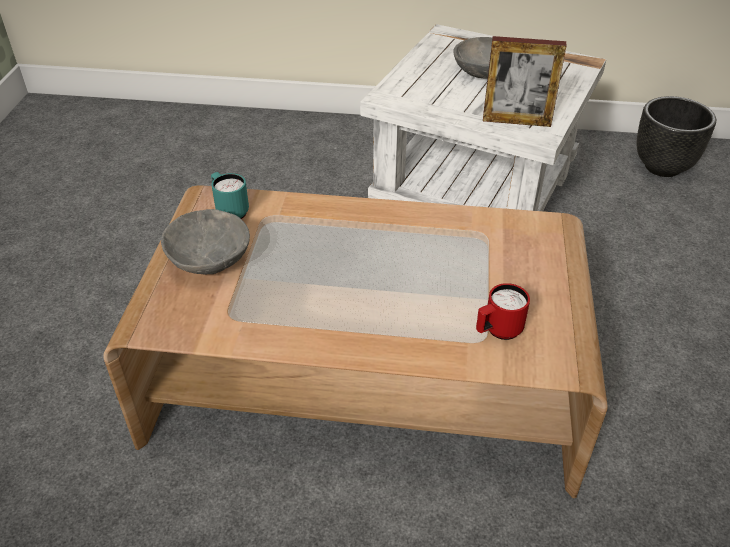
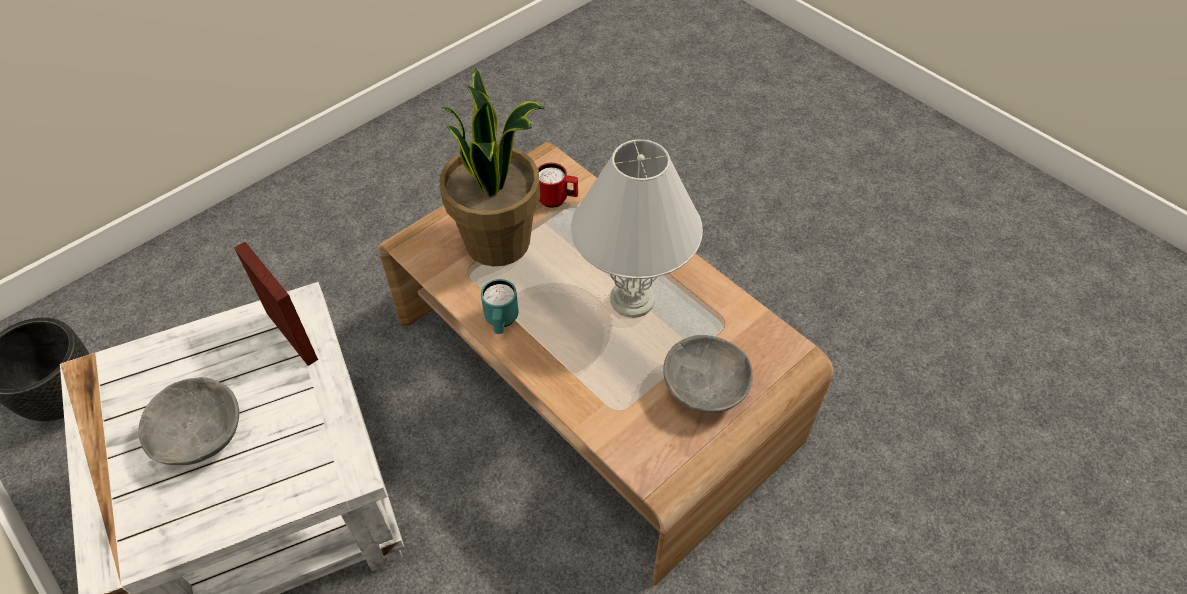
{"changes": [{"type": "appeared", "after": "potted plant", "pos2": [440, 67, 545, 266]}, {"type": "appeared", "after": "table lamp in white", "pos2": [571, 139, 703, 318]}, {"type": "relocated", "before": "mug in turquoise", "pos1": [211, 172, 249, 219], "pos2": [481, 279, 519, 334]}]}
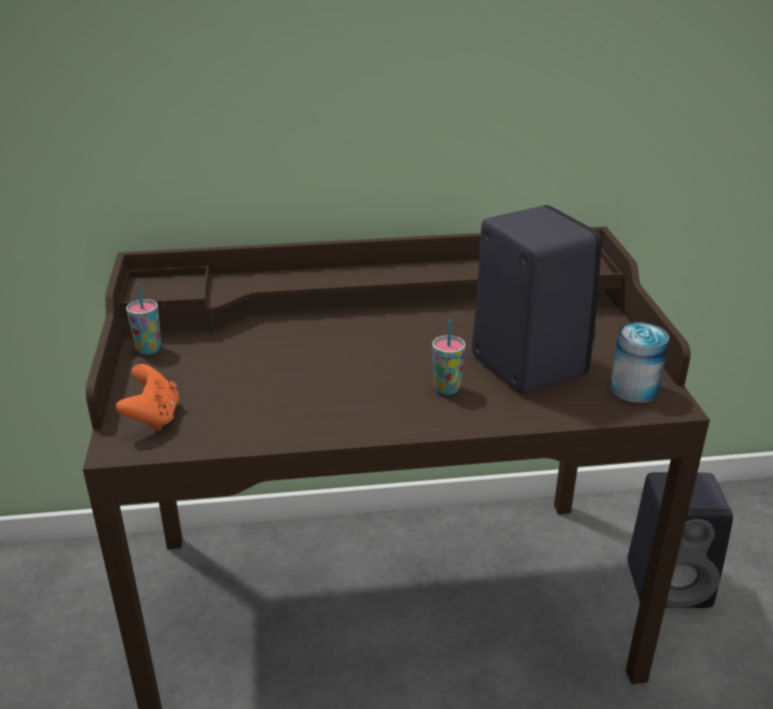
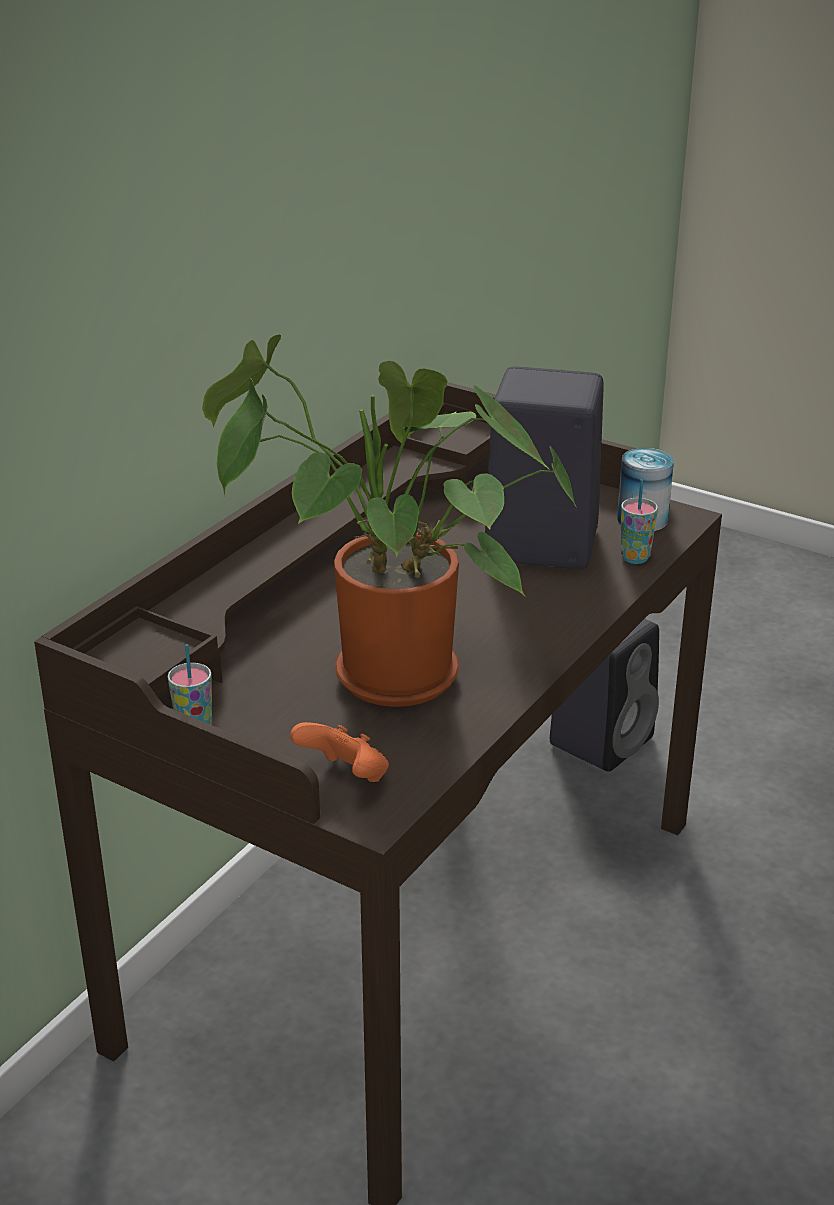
{"changes": [{"type": "appeared", "after": "potted plant", "pos2": [202, 334, 577, 707]}, {"type": "relocated", "before": "cup", "pos1": [432, 320, 466, 395], "pos2": [621, 479, 658, 564]}]}
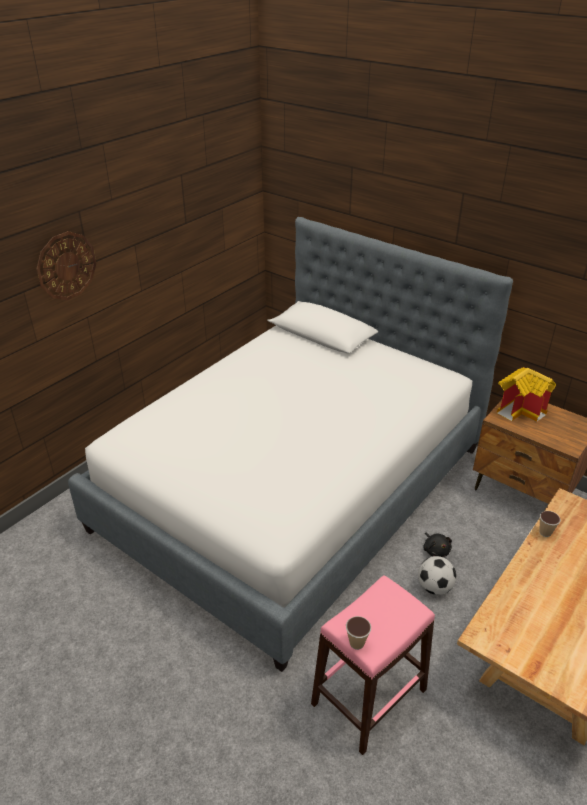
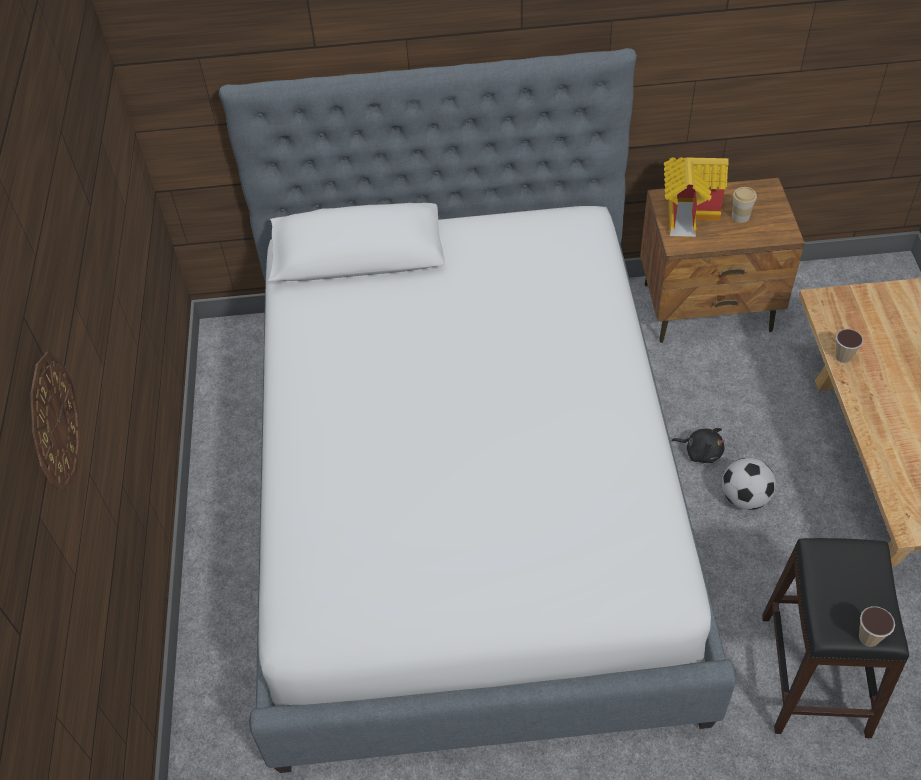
{"changes": [{"type": "appeared", "after": "cup", "pos2": [732, 187, 757, 223]}, {"type": "colour", "before": "stool in pink", "after": "stool in black", "pos1": [311, 575, 435, 755], "pos2": [762, 538, 909, 738]}]}
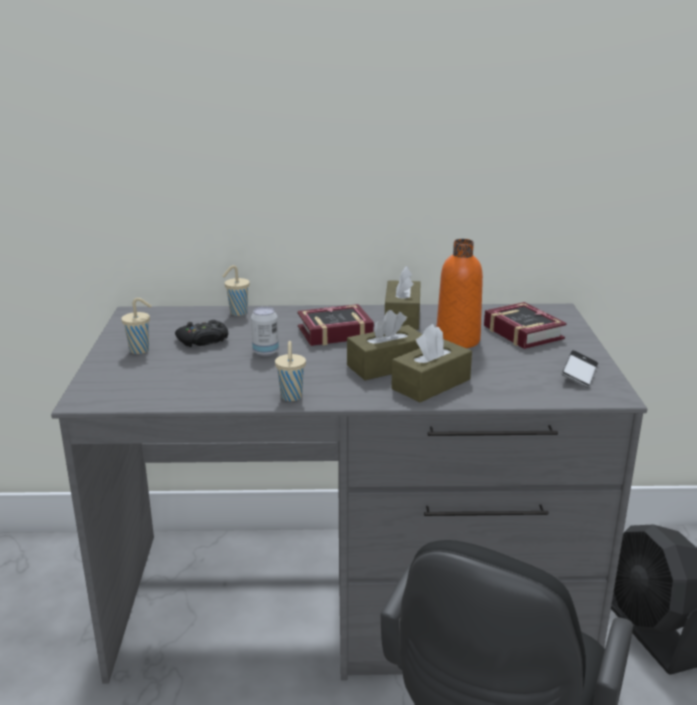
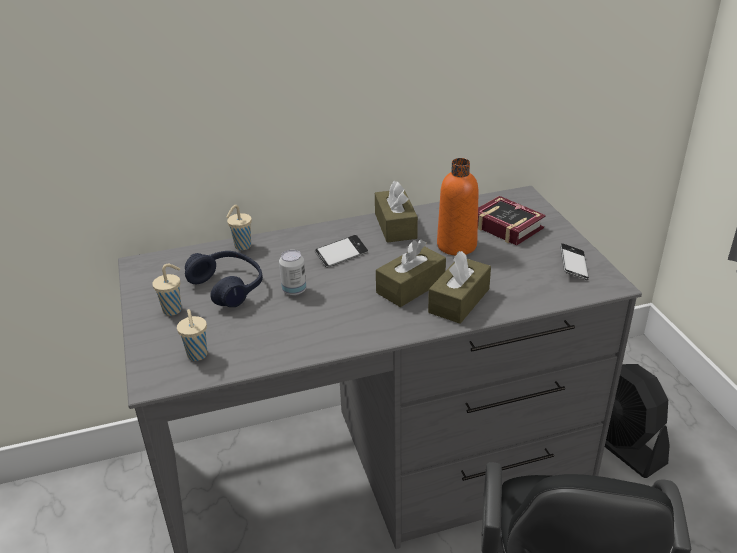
{"changes": [{"type": "relocated", "before": "cup in beige", "pos1": [275, 341, 306, 401], "pos2": [177, 309, 207, 361]}, {"type": "exchanged", "before": "game controller in black", "after": "headphones in blue", "pos1": [175, 320, 228, 347], "pos2": [185, 251, 263, 307]}, {"type": "exchanged", "before": "book", "after": "phone", "pos1": [297, 304, 374, 346], "pos2": [315, 235, 368, 268]}]}
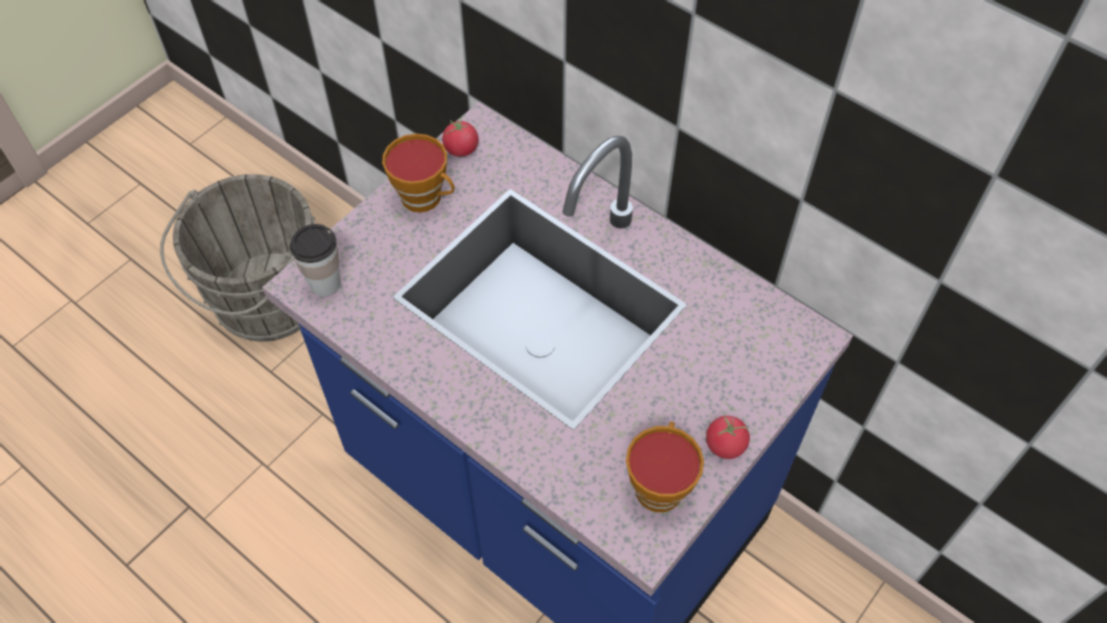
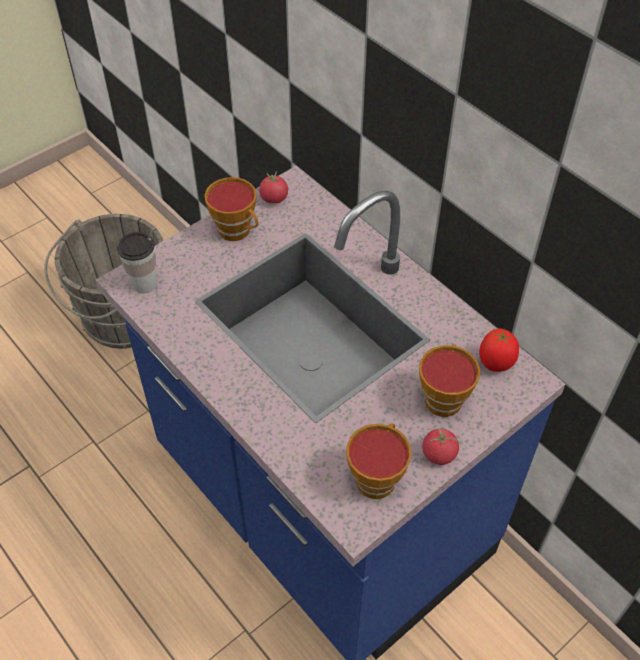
{"changes": [{"type": "appeared", "after": "cup", "pos2": [419, 344, 480, 417]}, {"type": "appeared", "after": "tomato", "pos2": [479, 328, 519, 372]}]}
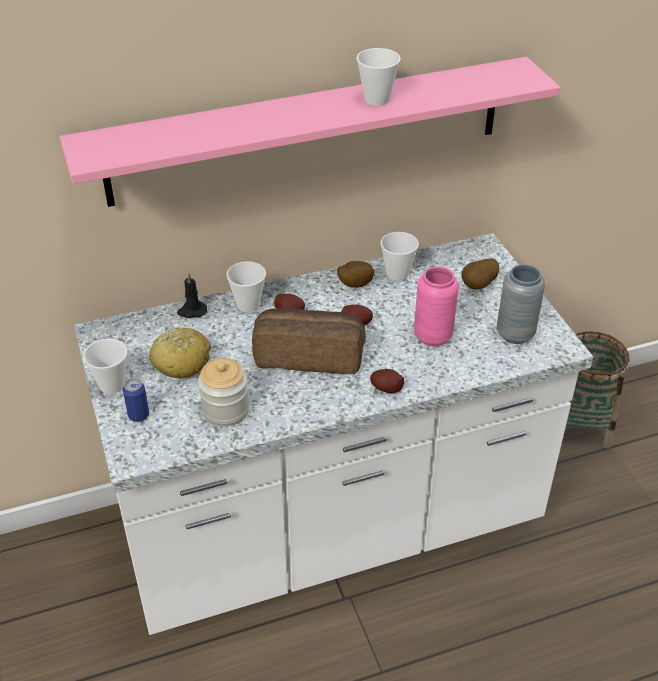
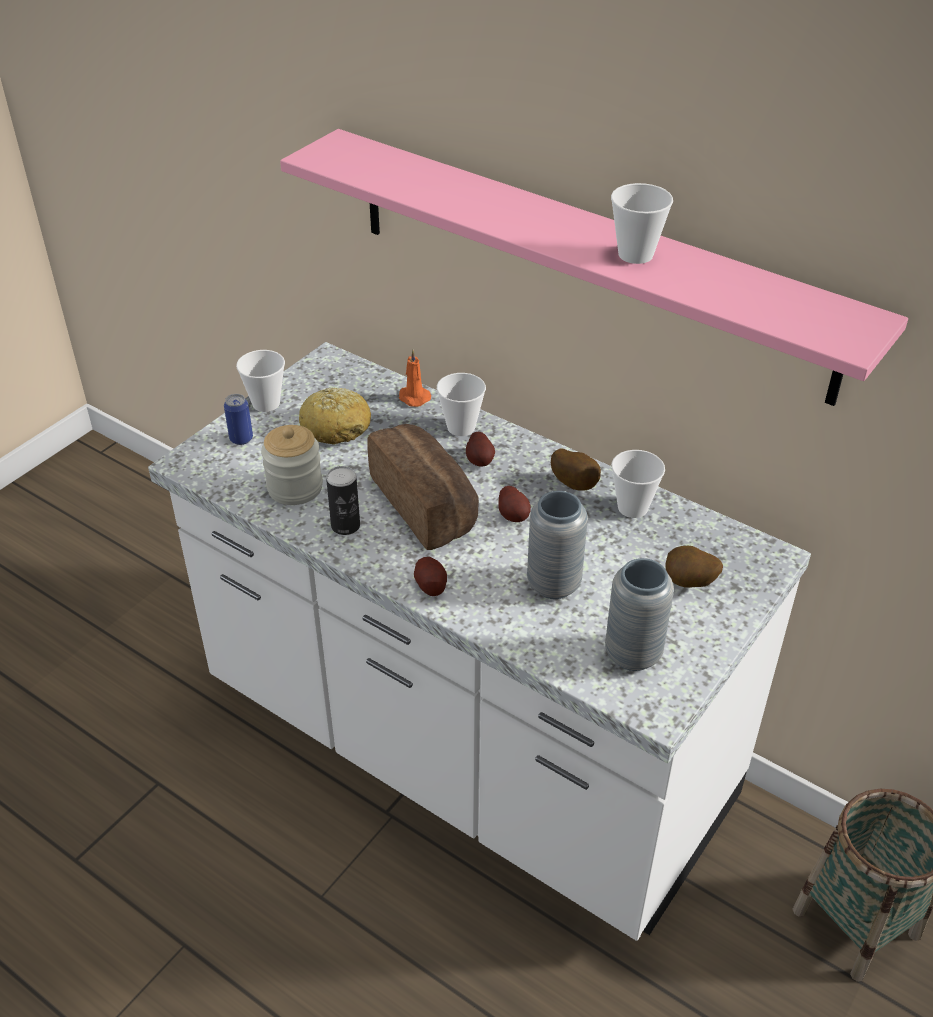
{"changes": [{"type": "appeared", "after": "can", "pos2": [326, 466, 360, 535]}, {"type": "colour", "before": "candle in black", "after": "candle in orange", "pos1": [177, 273, 207, 318], "pos2": [399, 350, 431, 407]}, {"type": "colour", "before": "vase in pink", "after": "vase in grey", "pos1": [414, 267, 459, 346], "pos2": [527, 491, 588, 599]}]}
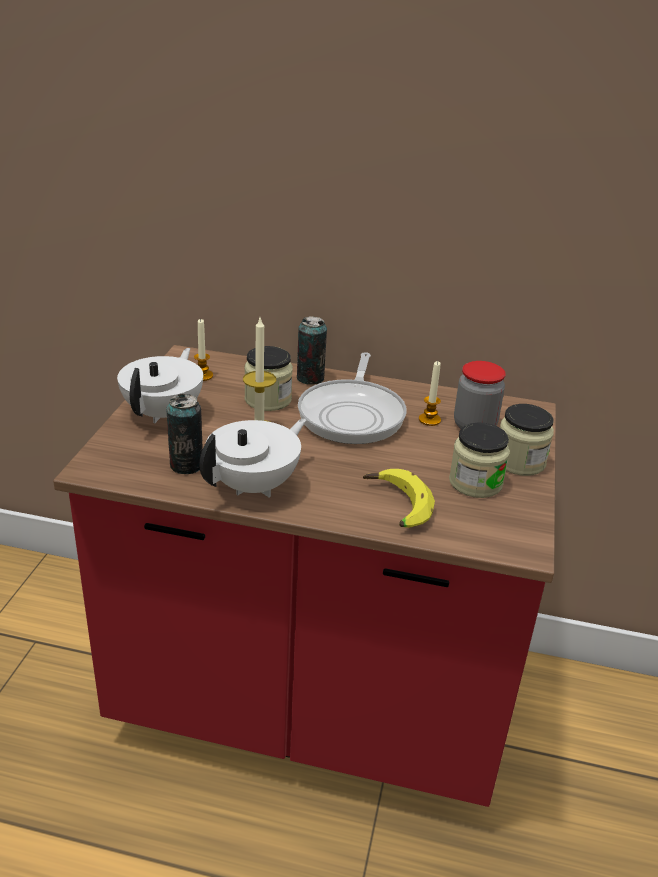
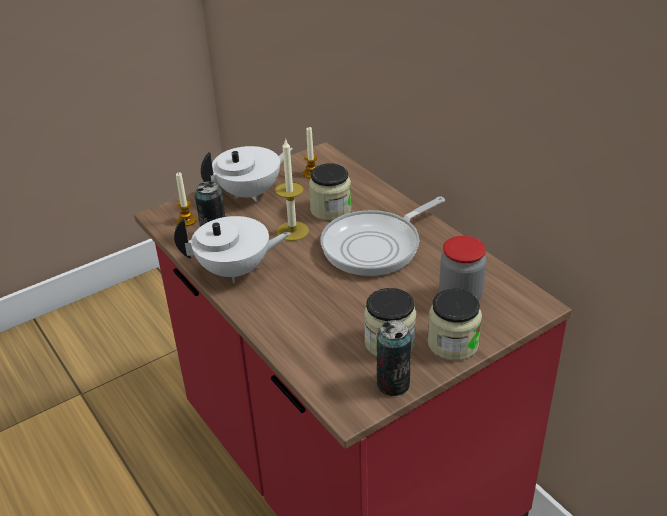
{"changes": [{"type": "missing", "before": "banana", "pos1": [363, 469, 435, 528]}, {"type": "relocated", "before": "can", "pos1": [297, 316, 327, 385], "pos2": [377, 320, 411, 396]}, {"type": "relocated", "before": "candle", "pos1": [419, 361, 441, 426], "pos2": [176, 172, 196, 226]}]}
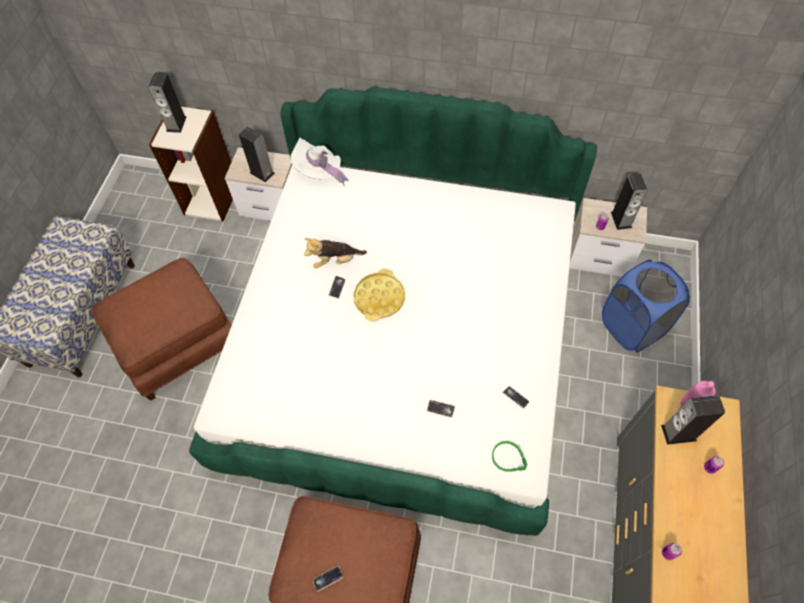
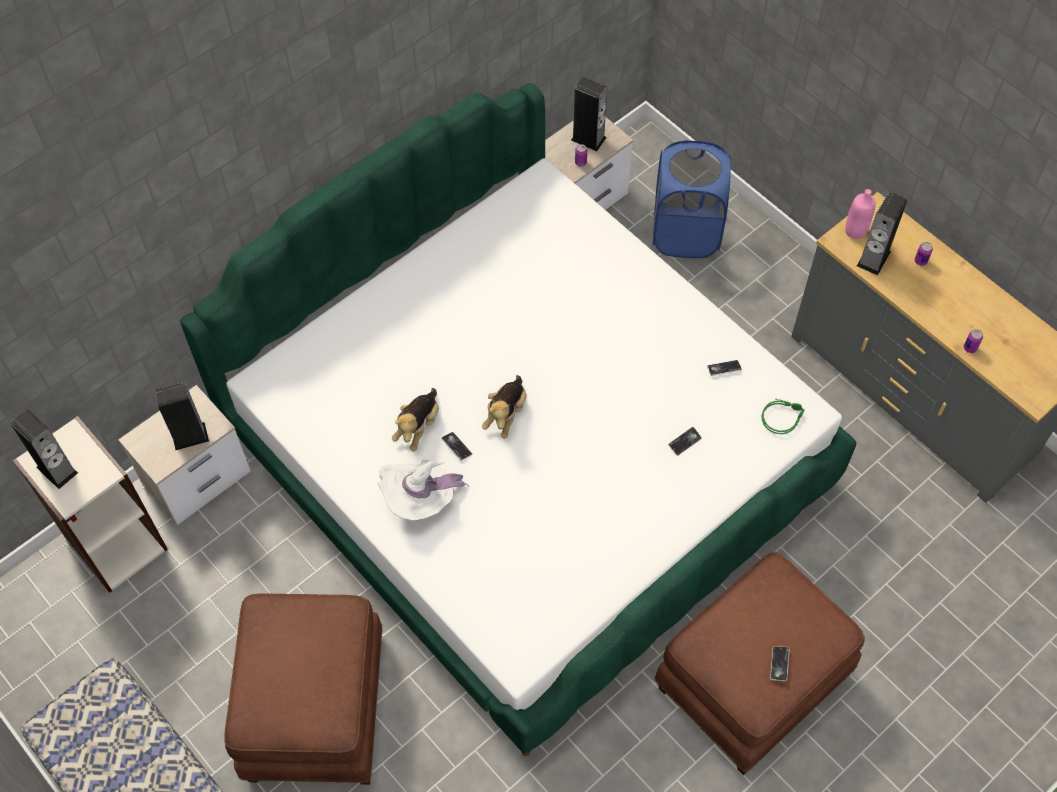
{"changes": [{"type": "relocated", "before": "hat in white", "pos1": [290, 138, 348, 185], "pos2": [378, 460, 469, 521]}, {"type": "exchanged", "before": "tray in yellow", "after": "plush toy", "pos1": [353, 269, 405, 321], "pos2": [482, 375, 527, 439]}]}
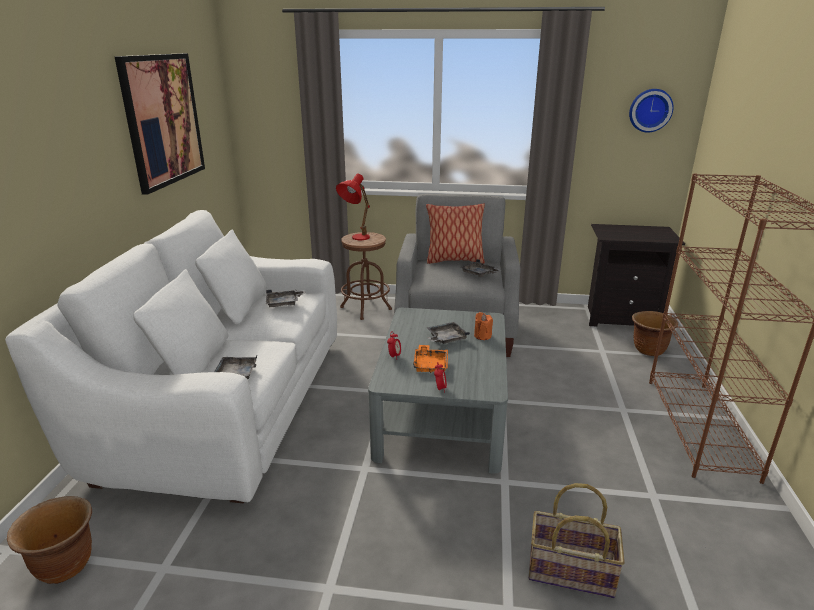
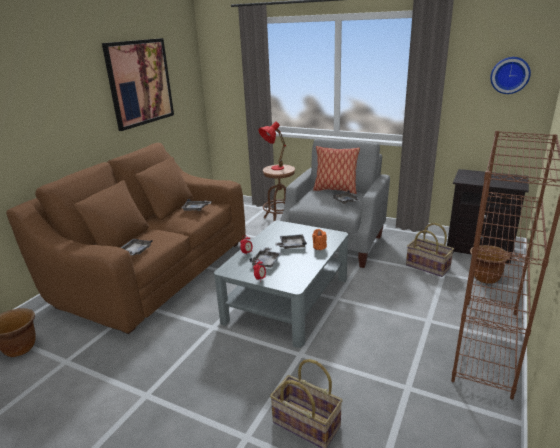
{"changes": [{"type": "appeared", "after": "basket", "pos2": [406, 223, 454, 277]}, {"type": "colour", "before": "sofa in white", "after": "sofa in brown", "pos1": [5, 210, 337, 503], "pos2": [6, 143, 246, 334]}, {"type": "colour", "before": "tray in orange", "after": "tray in grey", "pos1": [413, 345, 448, 373], "pos2": [249, 247, 282, 268]}]}
